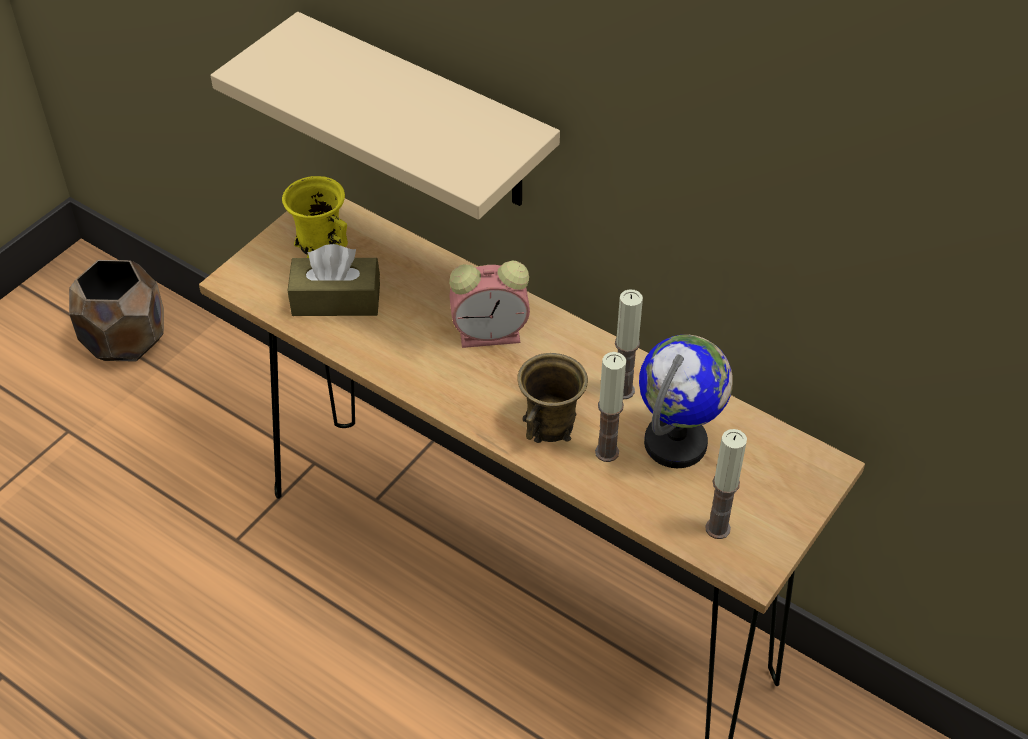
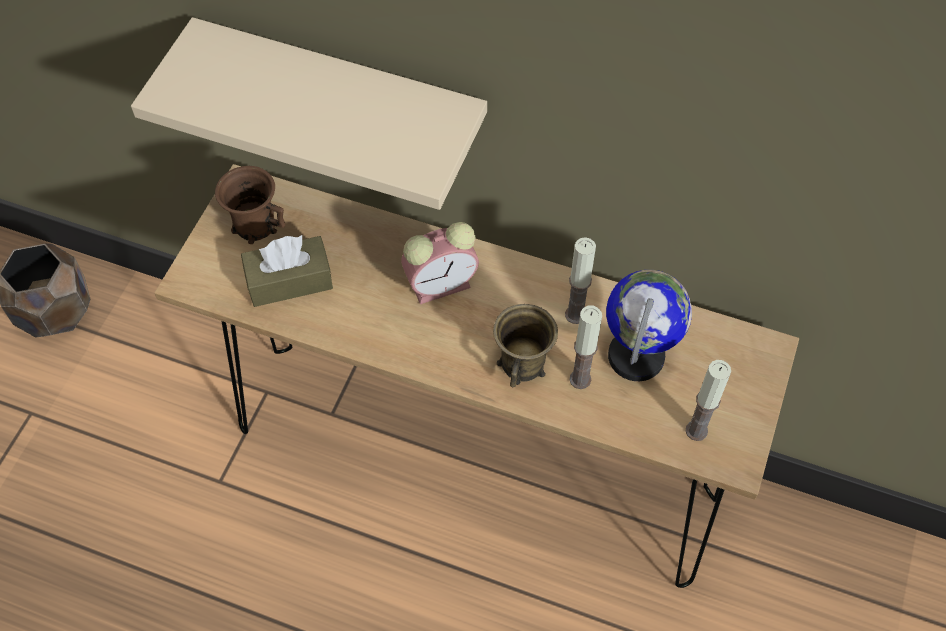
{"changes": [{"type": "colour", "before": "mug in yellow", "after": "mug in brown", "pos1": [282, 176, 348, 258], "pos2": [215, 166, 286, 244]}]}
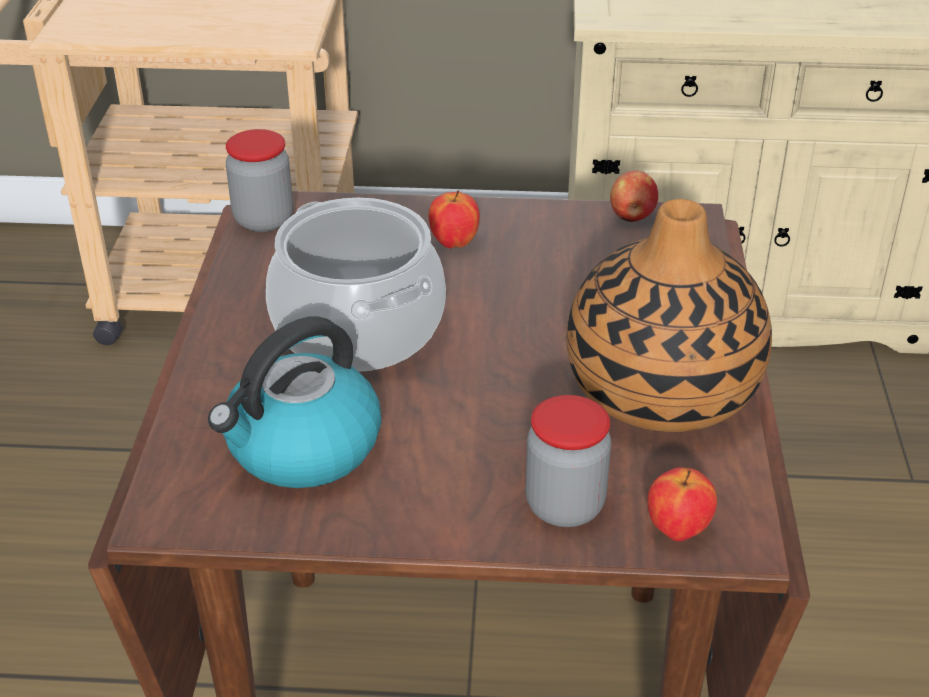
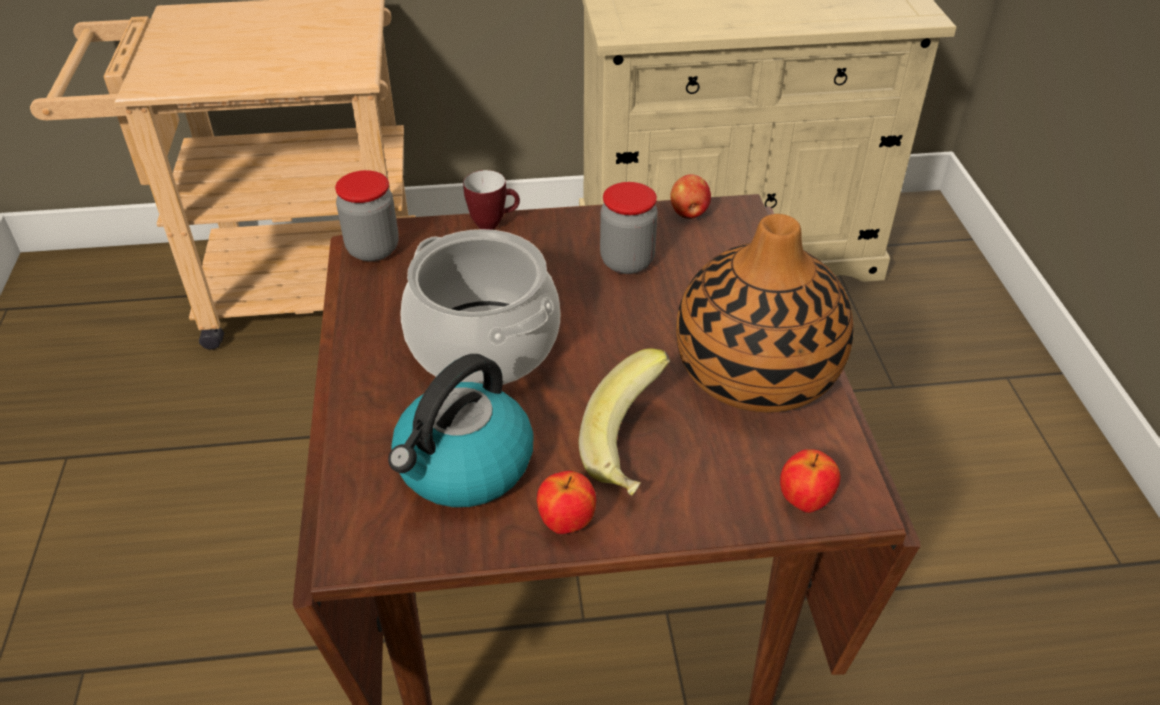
{"changes": [{"type": "appeared", "after": "mug", "pos2": [463, 170, 520, 230]}, {"type": "appeared", "after": "banana", "pos2": [578, 348, 670, 495]}, {"type": "relocated", "before": "apple", "pos1": [428, 191, 480, 248], "pos2": [537, 471, 596, 534]}, {"type": "relocated", "before": "jar", "pos1": [525, 395, 611, 527], "pos2": [600, 182, 658, 274]}]}
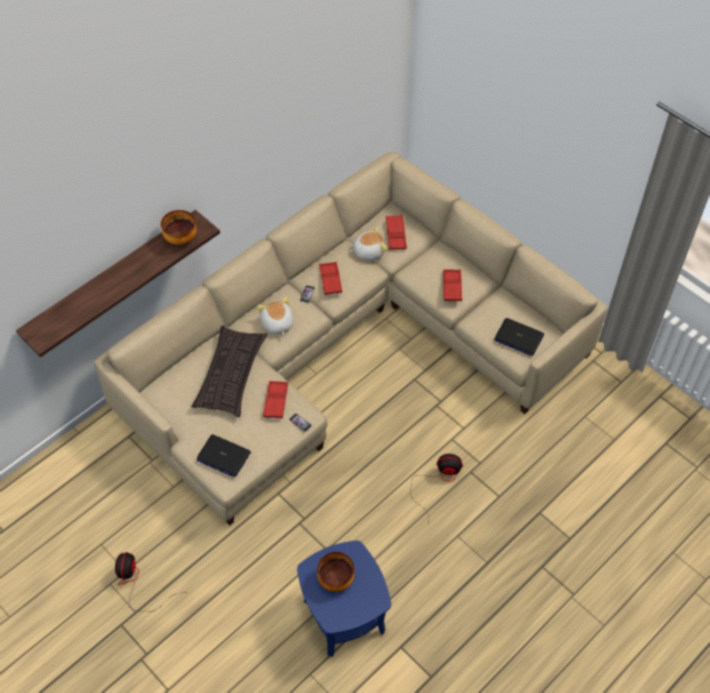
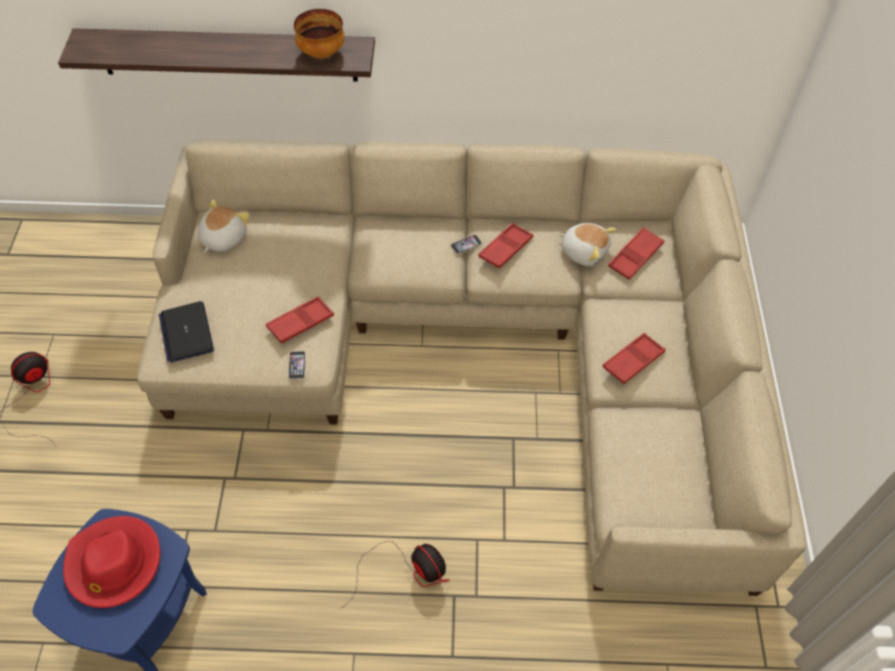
{"changes": [{"type": "missing", "before": "pillow", "pos1": [191, 326, 267, 418]}, {"type": "missing", "before": "laptop", "pos1": [494, 318, 544, 356]}, {"type": "relocated", "before": "plush toy", "pos1": [257, 297, 293, 336], "pos2": [198, 199, 249, 252]}, {"type": "exchanged", "before": "bowl", "after": "hat in red", "pos1": [317, 552, 355, 592], "pos2": [63, 516, 160, 608]}]}
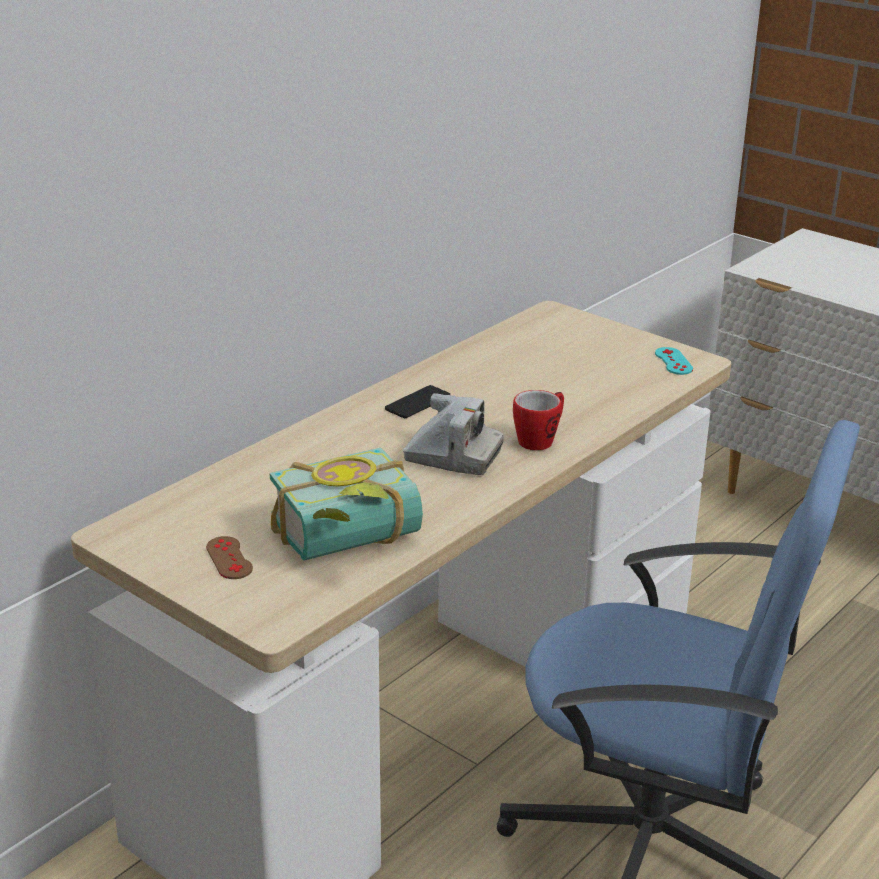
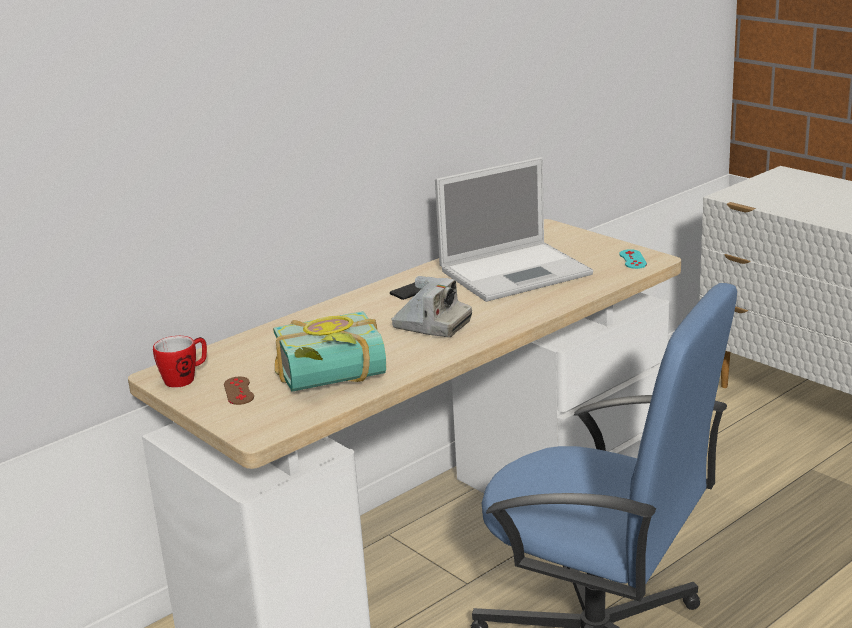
{"changes": [{"type": "appeared", "after": "laptop", "pos2": [435, 157, 593, 302]}, {"type": "relocated", "before": "mug", "pos1": [513, 390, 564, 451], "pos2": [153, 336, 207, 388]}]}
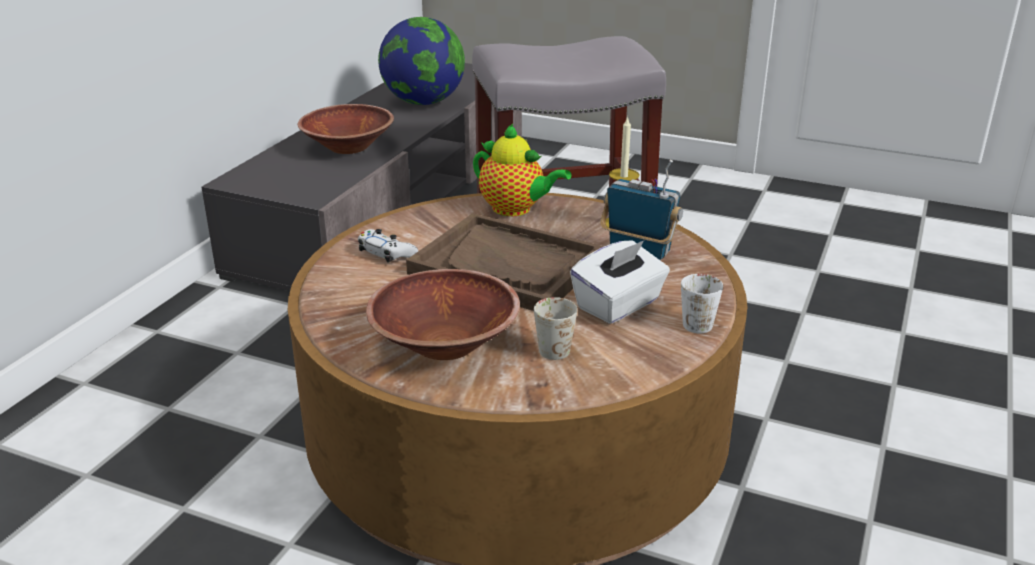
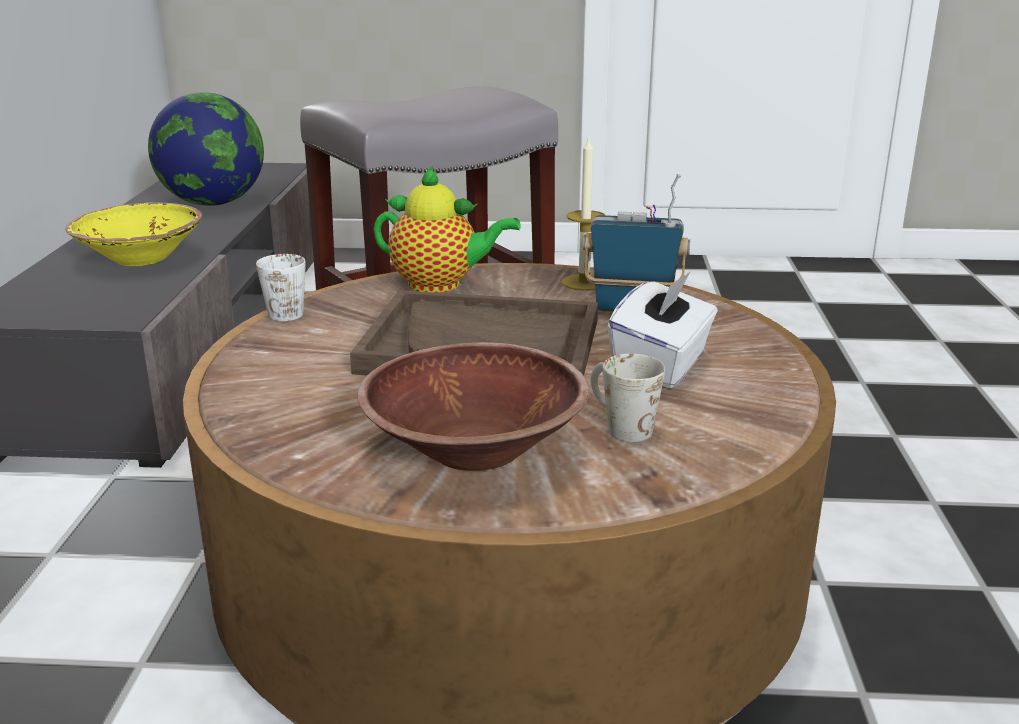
{"changes": [{"type": "missing", "before": "game controller in white", "pos1": [358, 229, 418, 263]}, {"type": "relocated", "before": "mug in white", "pos1": [681, 274, 723, 333], "pos2": [256, 254, 306, 321]}, {"type": "colour", "before": "bowl in brown", "after": "bowl in yellow", "pos1": [298, 104, 394, 154], "pos2": [66, 203, 202, 266]}]}
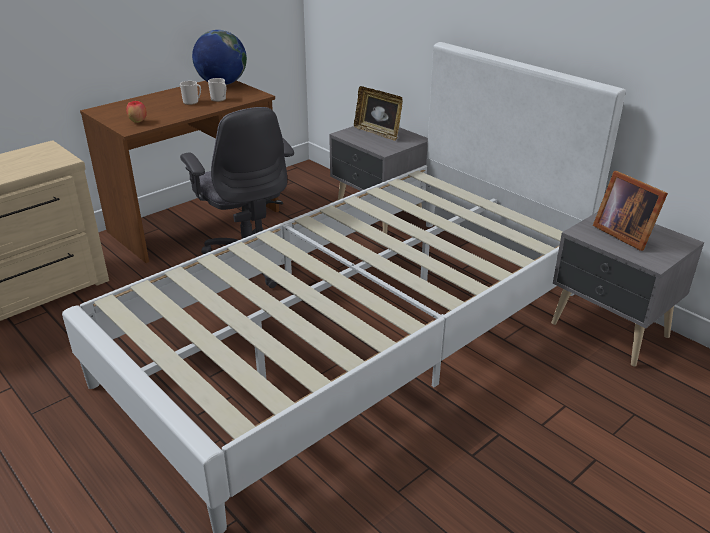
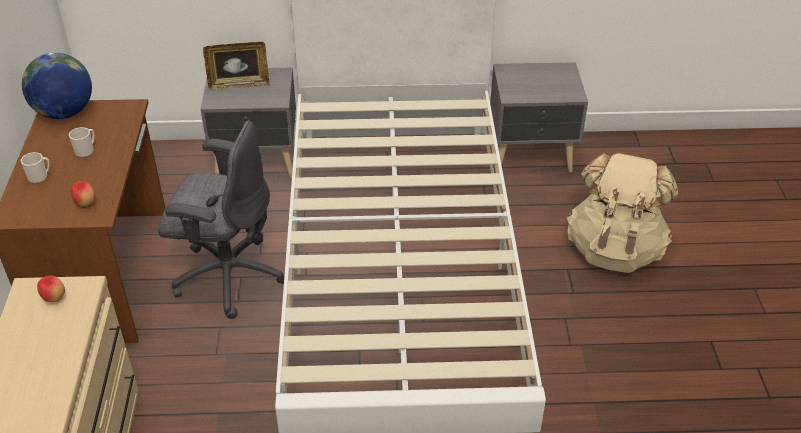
{"changes": [{"type": "missing", "before": "picture frame", "pos1": [593, 171, 668, 251]}, {"type": "appeared", "after": "apple", "pos2": [37, 275, 65, 302]}, {"type": "appeared", "after": "backpack in beige", "pos2": [567, 153, 678, 273]}, {"type": "relocated", "before": "mug", "pos1": [208, 78, 226, 102], "pos2": [21, 152, 50, 183]}]}
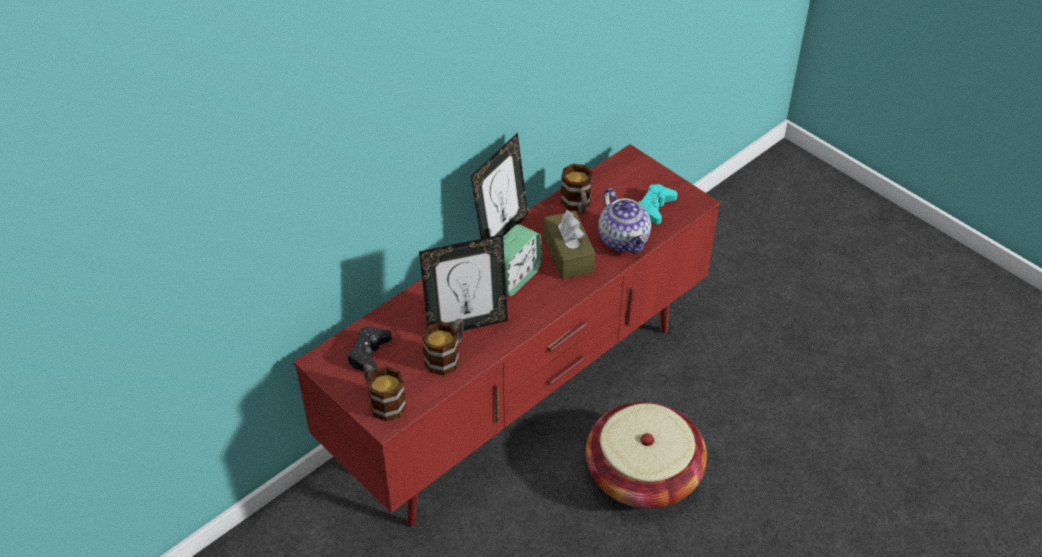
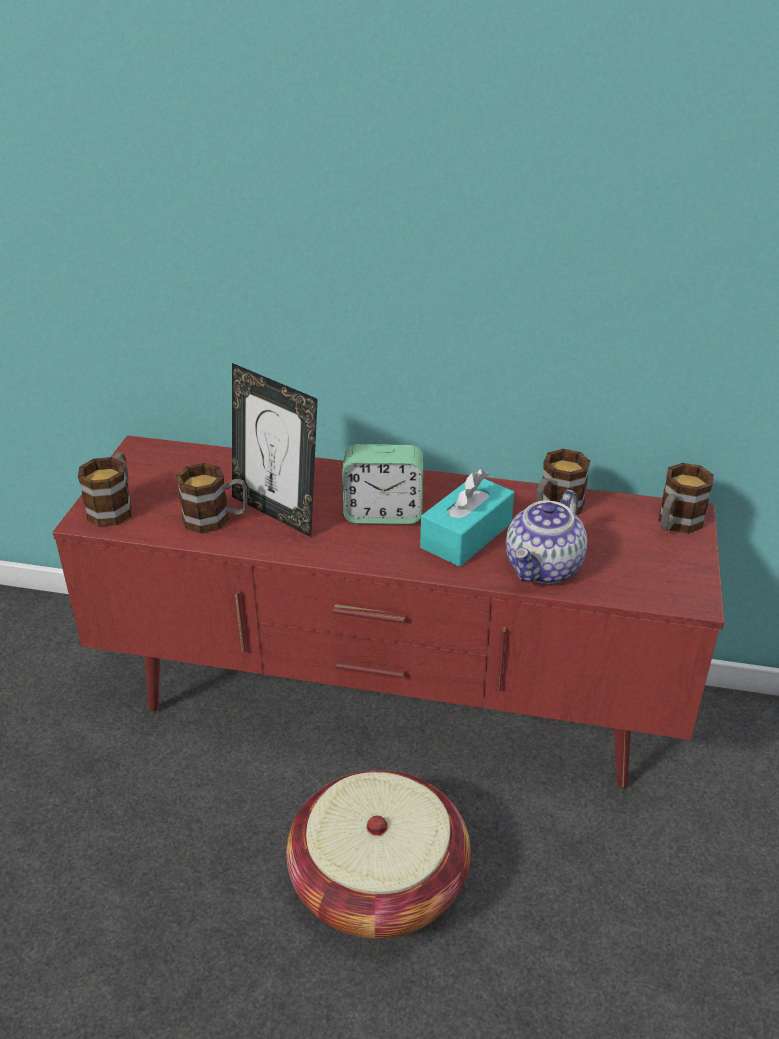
{"changes": [{"type": "missing", "before": "game controller in black", "pos1": [347, 326, 392, 371]}, {"type": "missing", "before": "picture frame", "pos1": [471, 132, 528, 239]}, {"type": "missing", "before": "game controller in turquoise", "pos1": [638, 184, 678, 224]}, {"type": "appeared", "after": "mug", "pos2": [658, 463, 714, 533]}, {"type": "colour", "before": "tissue box in brown", "after": "tissue box in turquoise", "pos1": [543, 210, 595, 279], "pos2": [420, 469, 514, 567]}]}
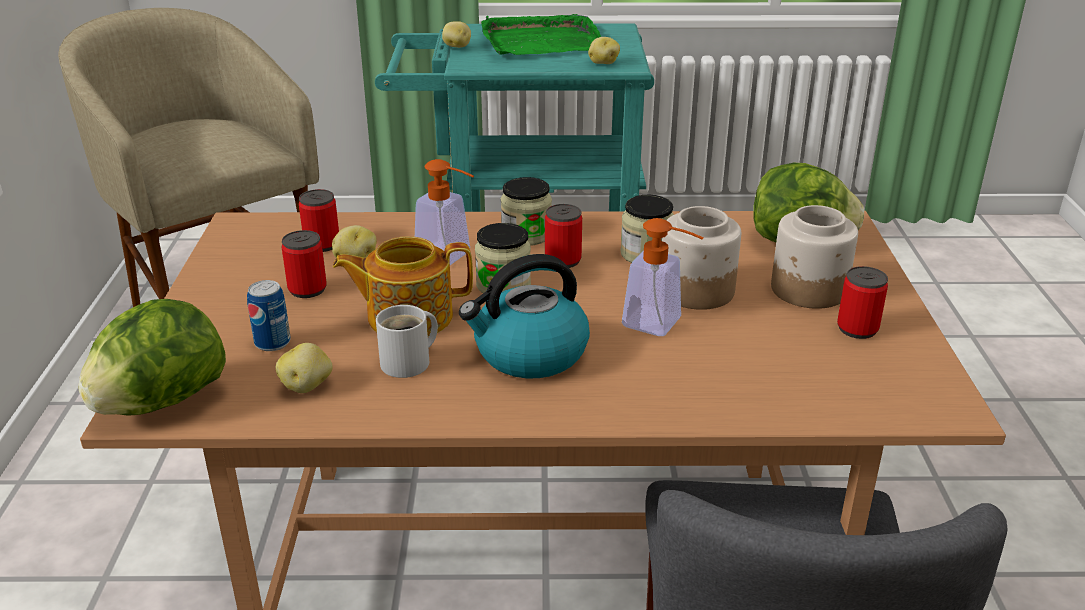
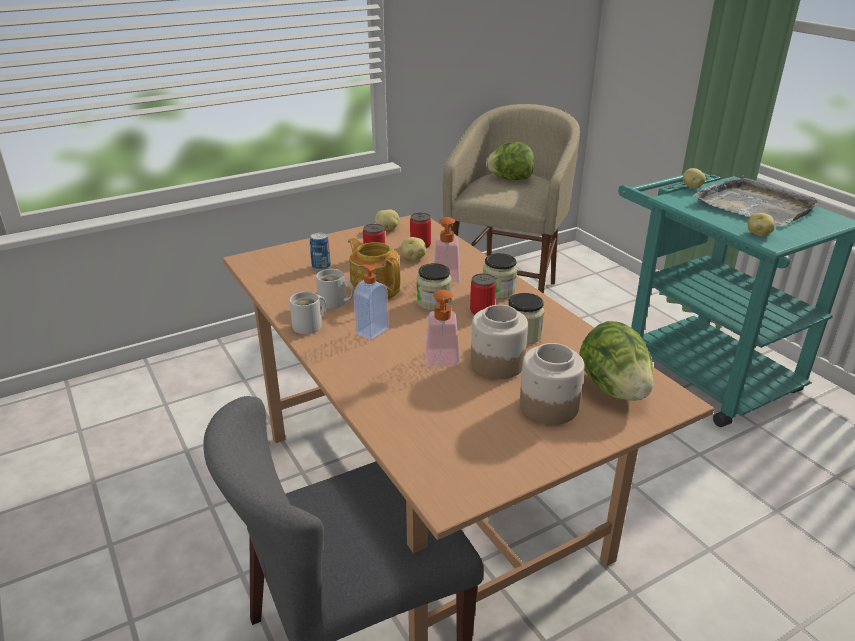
{"changes": [{"type": "missing", "before": "can", "pos1": [837, 266, 888, 339]}, {"type": "appeared", "after": "mug in white", "pos2": [289, 292, 326, 334]}, {"type": "relocated", "before": "lettuce", "pos1": [78, 299, 226, 416], "pos2": [486, 142, 534, 180]}, {"type": "relocated", "before": "potato", "pos1": [275, 343, 333, 393], "pos2": [375, 209, 400, 230]}, {"type": "exchanged", "before": "kettle", "after": "soap dispenser", "pos1": [459, 254, 590, 378], "pos2": [354, 264, 389, 340]}, {"type": "colour", "before": "tray in green", "after": "tray in grey", "pos1": [481, 14, 601, 55], "pos2": [694, 175, 820, 227]}]}
